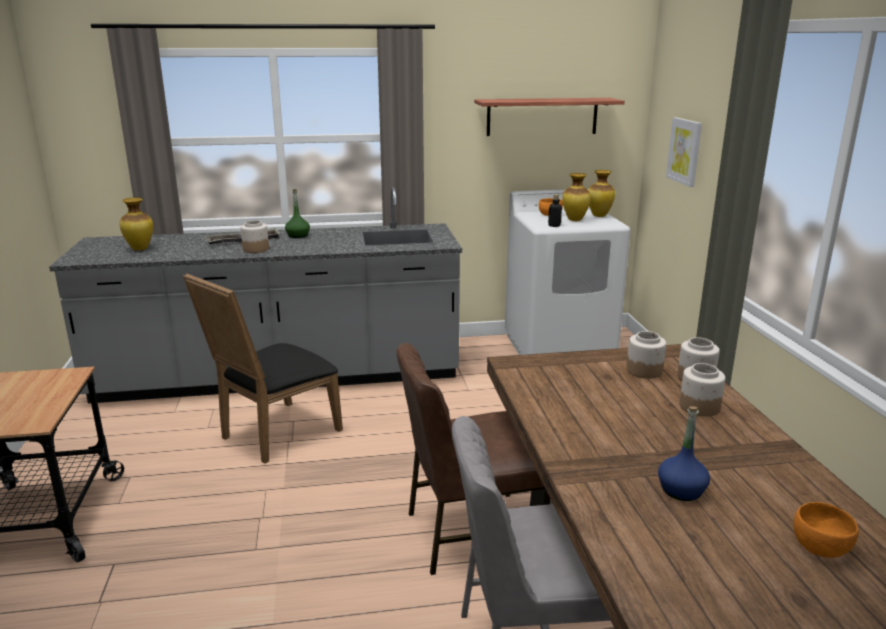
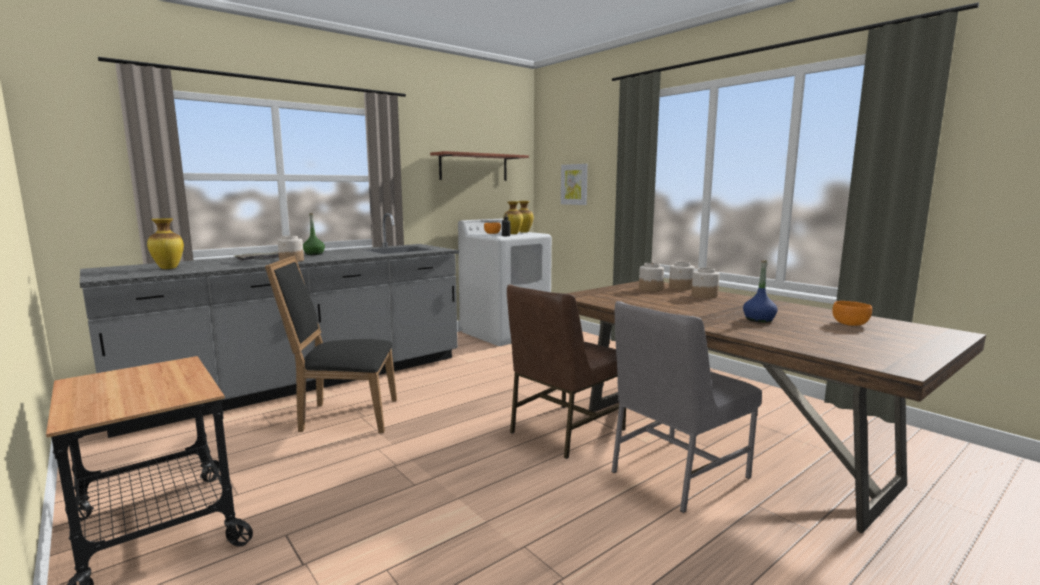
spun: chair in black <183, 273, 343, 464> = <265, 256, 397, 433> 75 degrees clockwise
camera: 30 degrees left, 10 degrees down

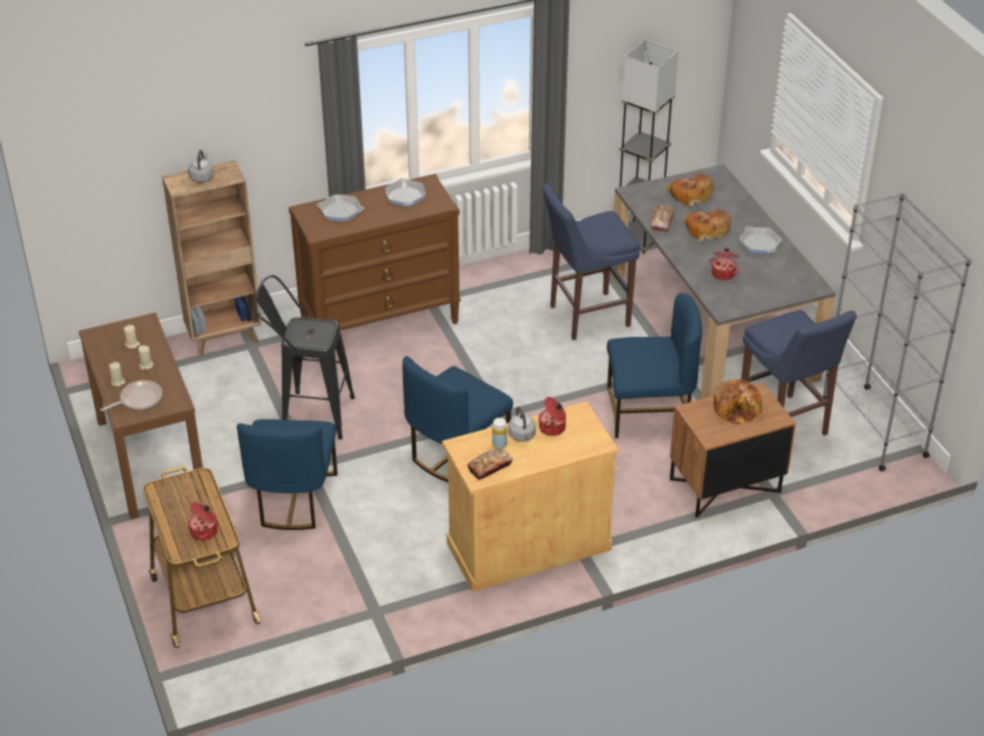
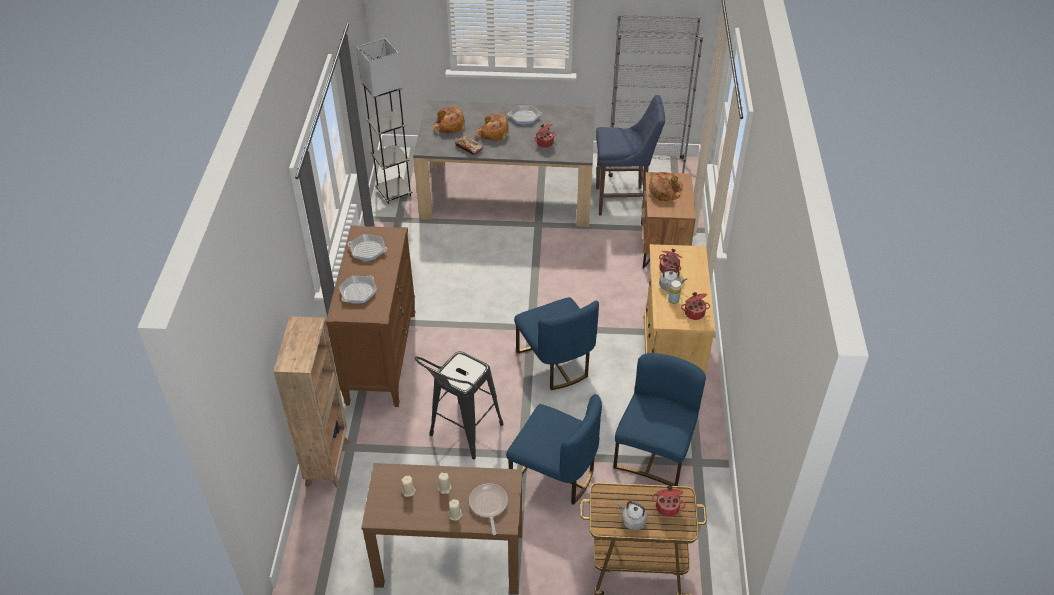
missing: stool in blue <542, 183, 640, 340>
relocated: kettle in grey <188, 150, 214, 183> to <618, 501, 647, 530>; chair in blue <607, 293, 702, 438> to <613, 353, 706, 486>
exchanged: bread <467, 448, 513, 480> to cooking pot <681, 292, 710, 320>
camera: 65 degrees left, 5 degrees up

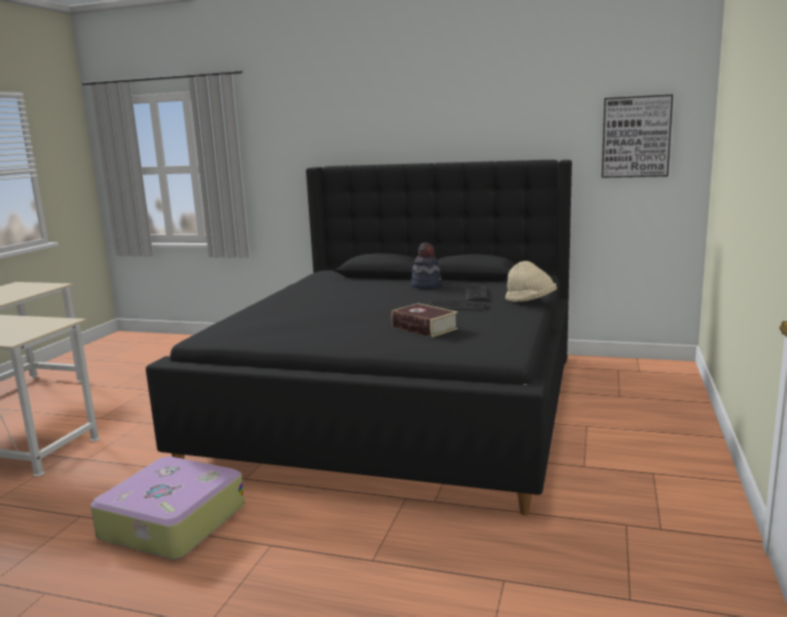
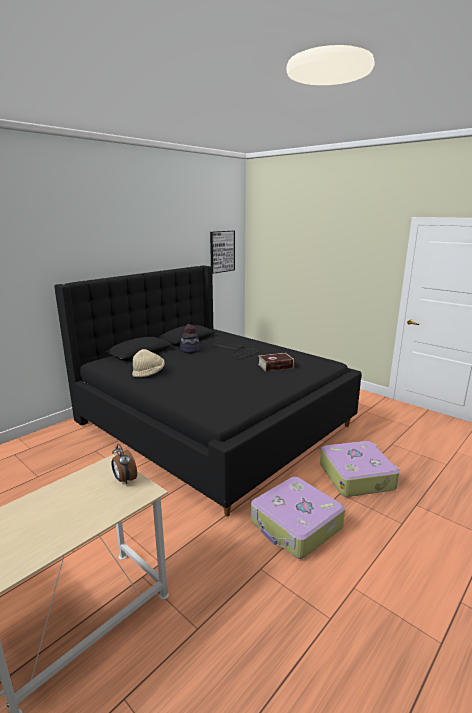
appeared: alarm clock <111, 444, 137, 484>; suitcase <320, 441, 399, 497>
relocated: hat in beige <505, 261, 557, 302> to <132, 349, 165, 377>
camera: 65 degrees left, 5 degrees up

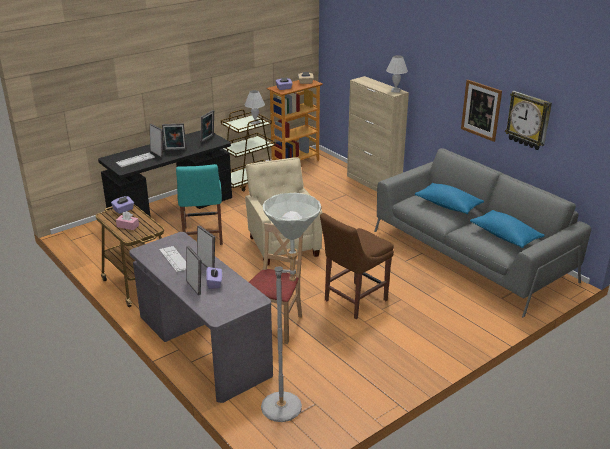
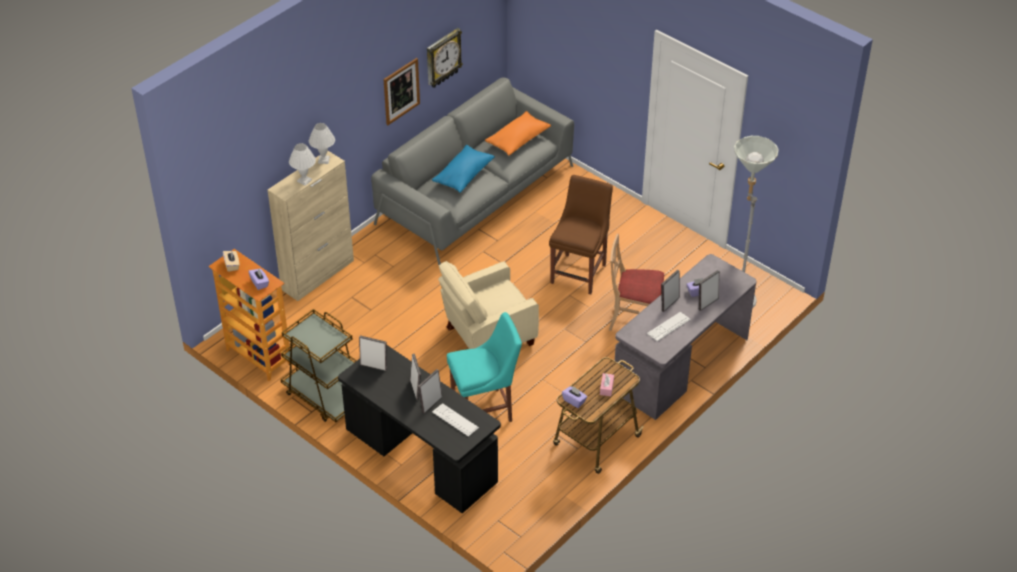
relocated: table lamp in white <245, 90, 265, 125> to <289, 143, 316, 186>
colour: pillow in blue <470, 210, 545, 248> to pillow in orange <485, 111, 551, 156>
spun: chair in brown <320, 213, 394, 319> = <549, 175, 613, 294> 105 degrees counterclockwise
camera: 100 degrees left, 15 degrees up

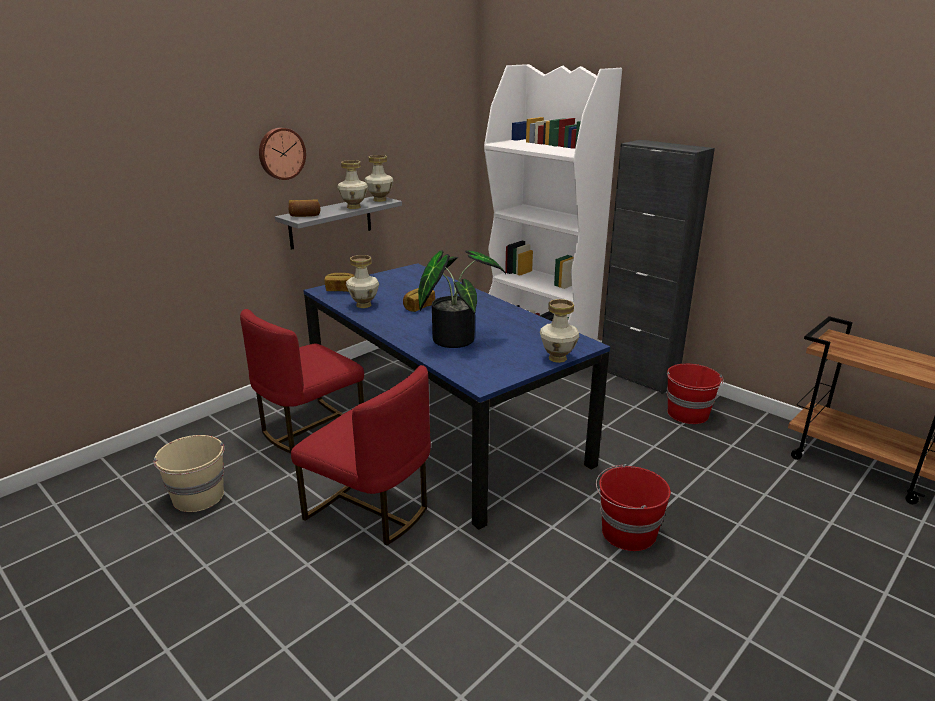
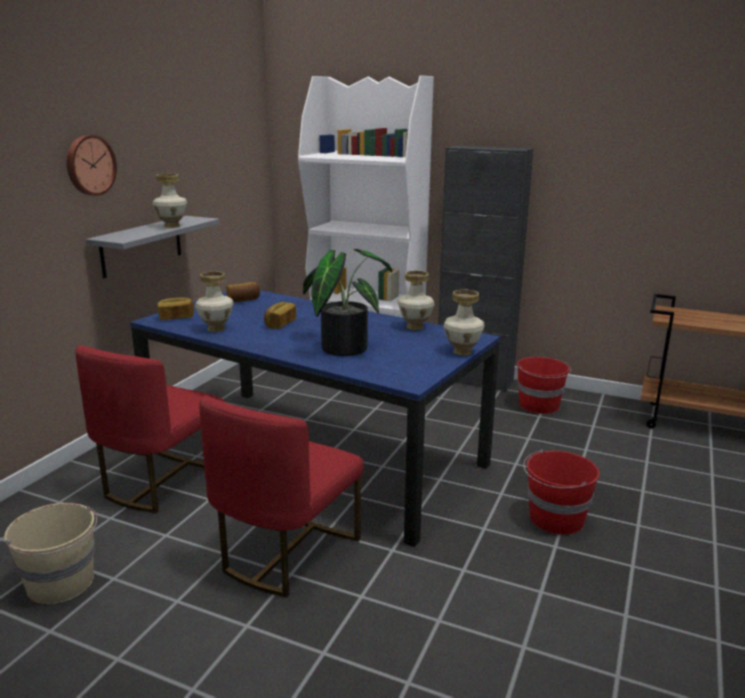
relocated: bread <289, 199, 320, 217> to <226, 282, 260, 302>; vase <365, 155, 393, 202> to <398, 270, 434, 330>
spun: chair in red <291, 365, 431, 545> = <200, 395, 364, 597> 105 degrees clockwise
camera: 20 degrees left, 5 degrees down

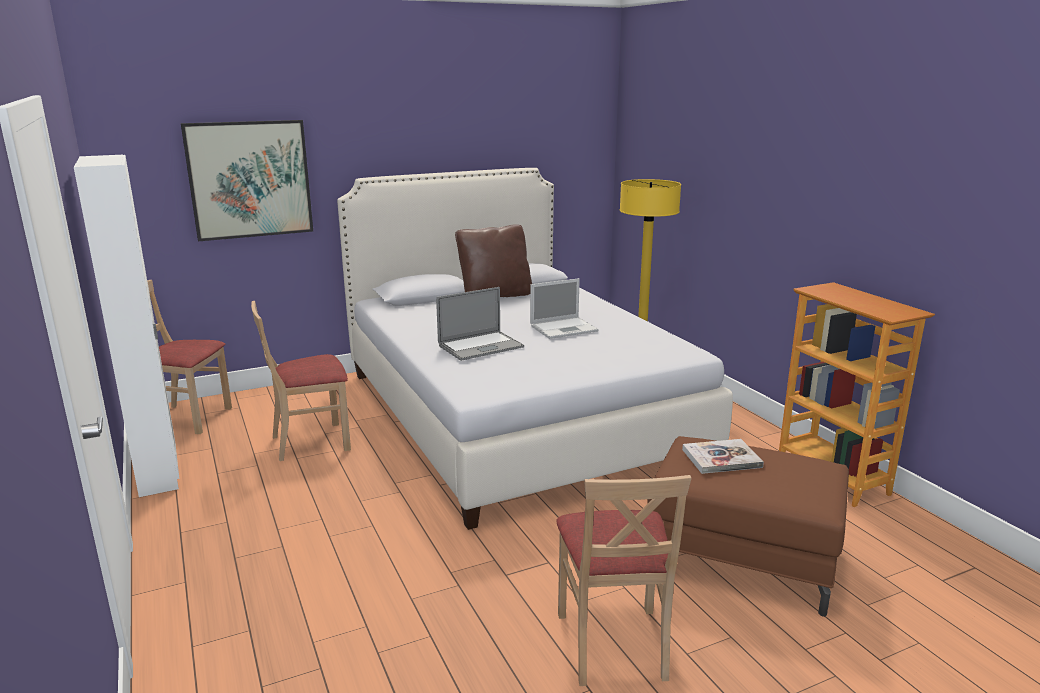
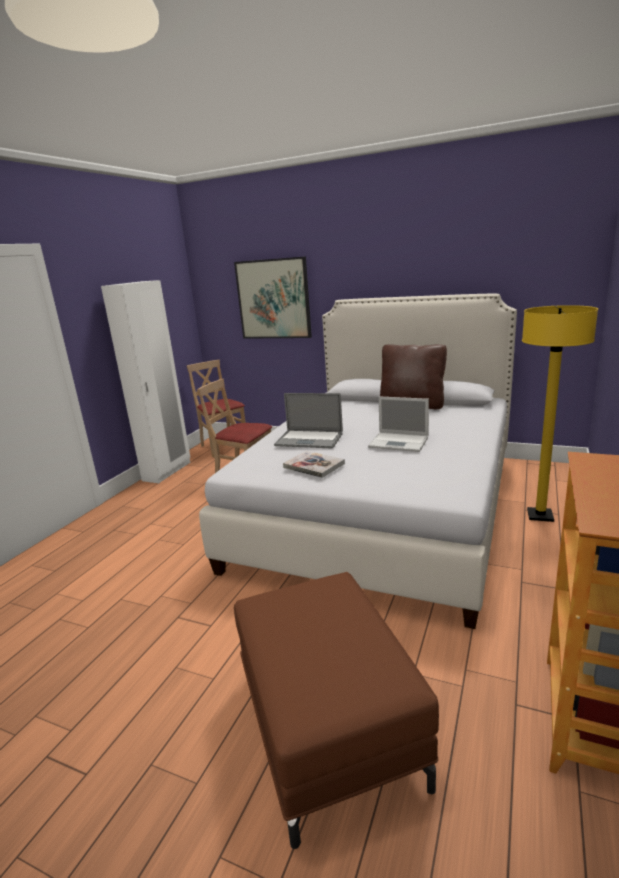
missing: chair in beige <556, 475, 691, 686>
relocated: book <682, 439, 764, 474> to <283, 451, 345, 478>
camera: 50 degrees right, 0 degrees up

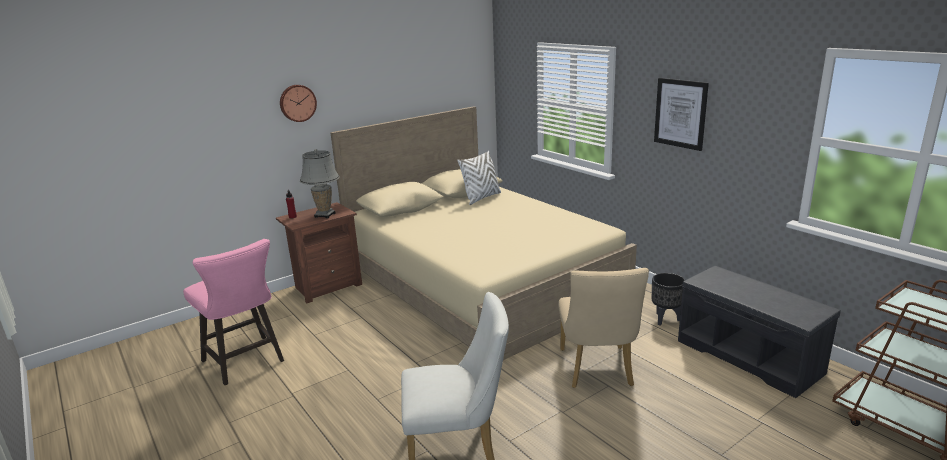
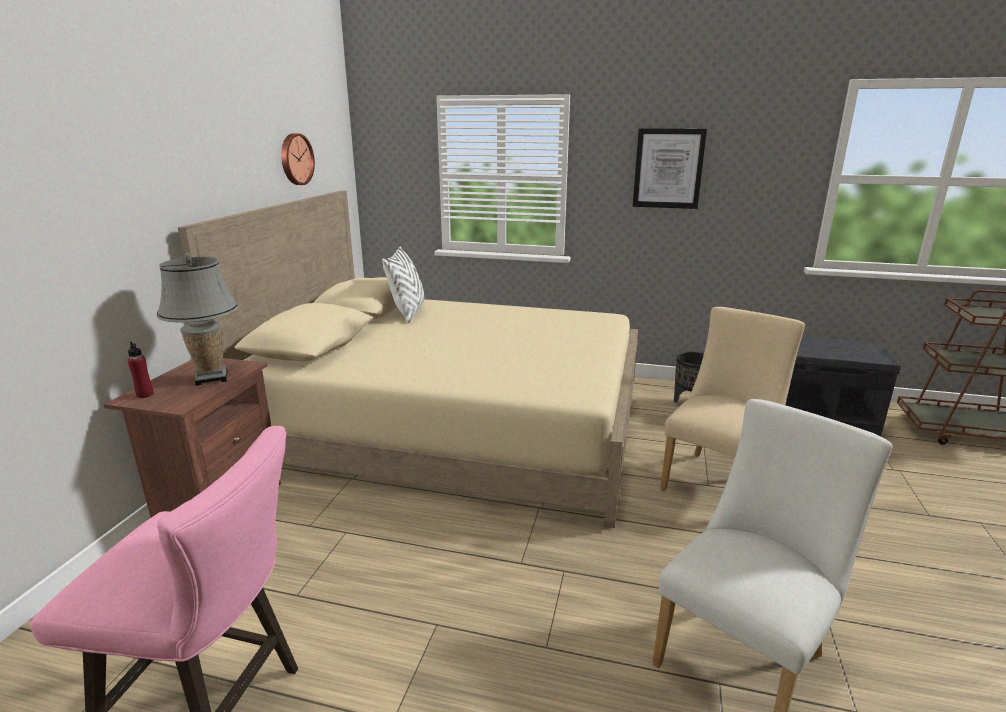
relocated: wall clock <280, 85, 317, 122> to <281, 133, 315, 185>
spun: chair in beige <558, 268, 649, 388> = <660, 307, 805, 491> 105 degrees counterclockwise
camera: 40 degrees left, 0 degrees up

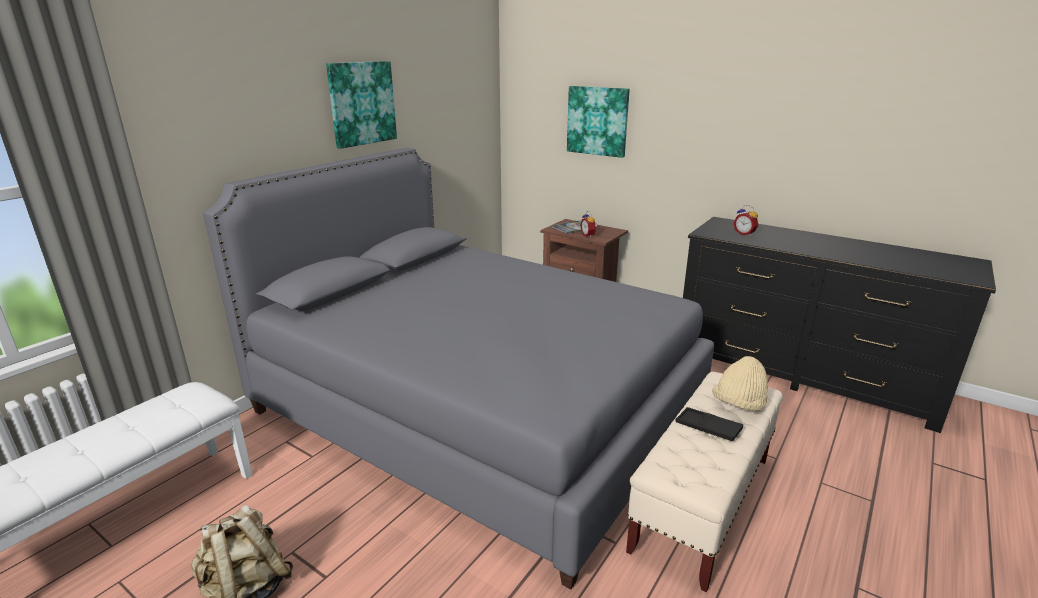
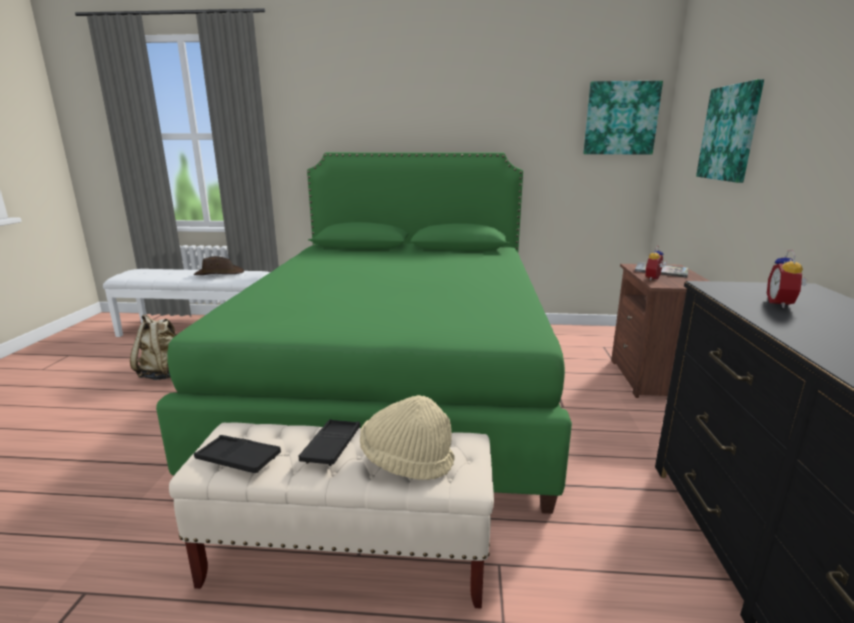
appeared: hat in brown <194, 256, 244, 275>; tray in black <194, 435, 281, 473>
relocated: picture <326, 61, 397, 149> to <583, 81, 663, 154>
colour: bed in grey <203, 148, 714, 590> to bed in green <156, 152, 572, 514>
camera: 60 degrees right, 5 degrees down

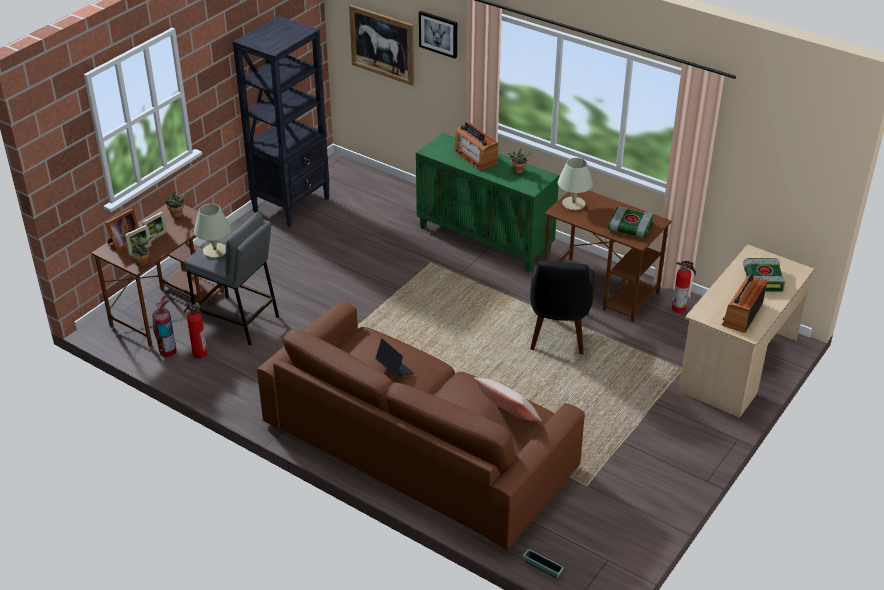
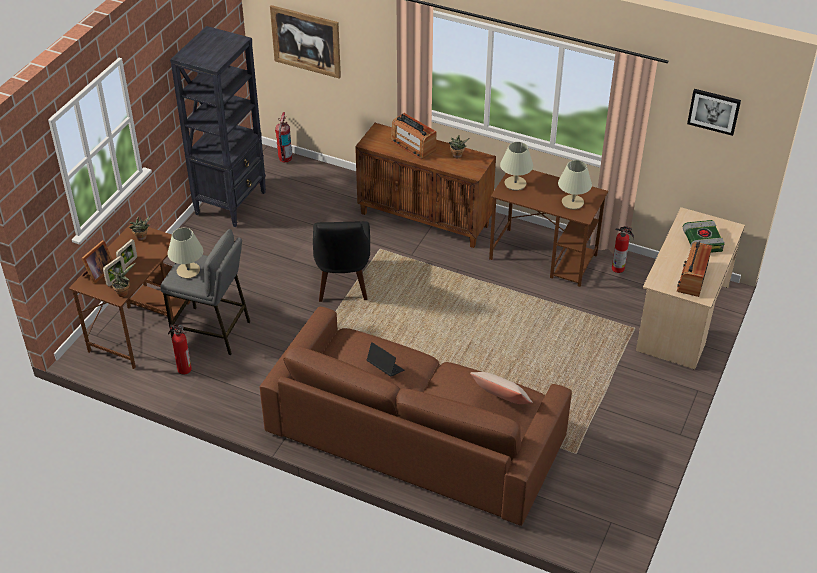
missing: planter <523, 549, 564, 579>
relocated: fire extinguisher <152, 296, 176, 357> to <275, 112, 292, 162>; picture <419, 11, 457, 59> to <687, 89, 741, 136>; chair in black <530, 261, 595, 354> to <313, 221, 370, 302>
exchanged: book <608, 206, 654, 238> to table lamp in beige <558, 160, 592, 210>
colour: cabinet in green <416, 133, 559, 272> to cabinet in brown <355, 123, 496, 248>
camera: 10 degrees left, 5 degrees up

